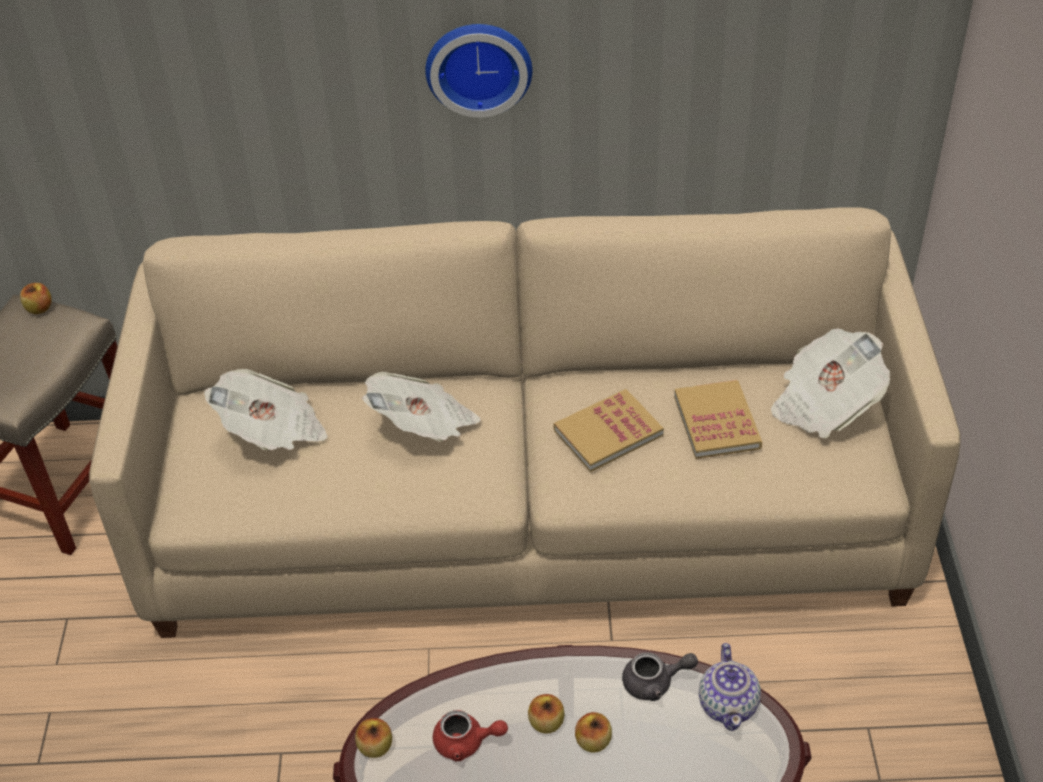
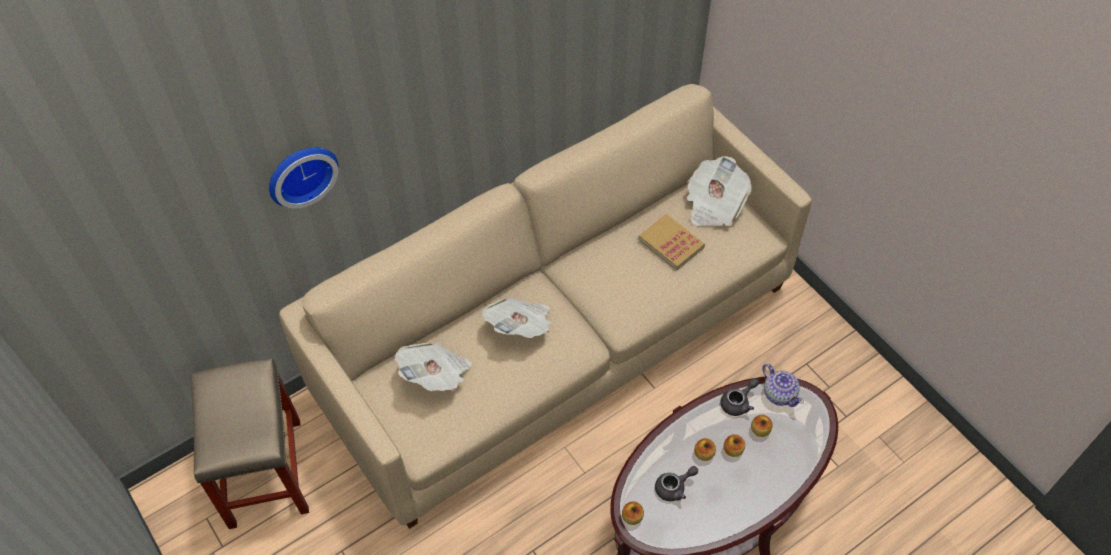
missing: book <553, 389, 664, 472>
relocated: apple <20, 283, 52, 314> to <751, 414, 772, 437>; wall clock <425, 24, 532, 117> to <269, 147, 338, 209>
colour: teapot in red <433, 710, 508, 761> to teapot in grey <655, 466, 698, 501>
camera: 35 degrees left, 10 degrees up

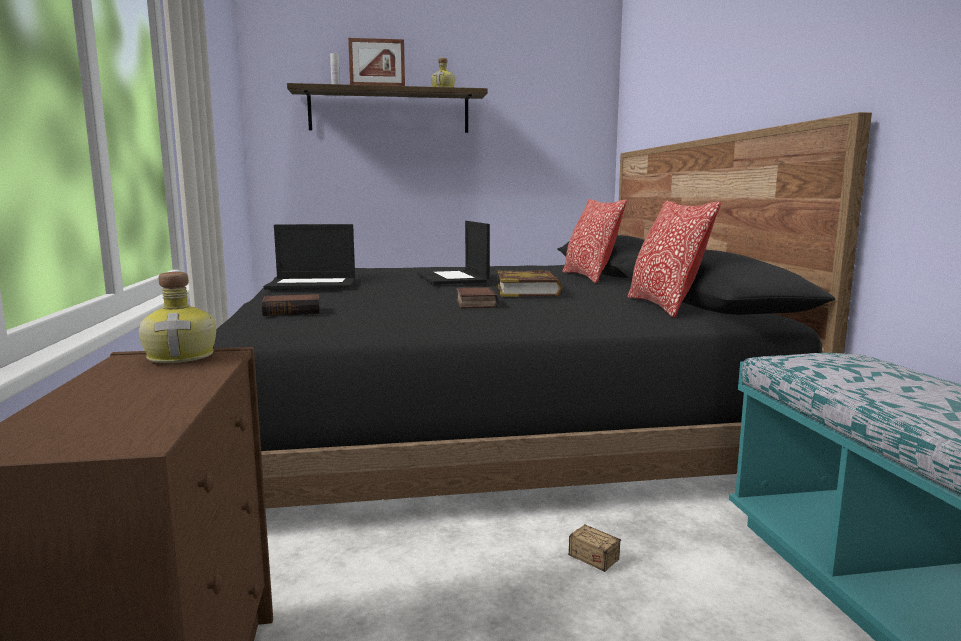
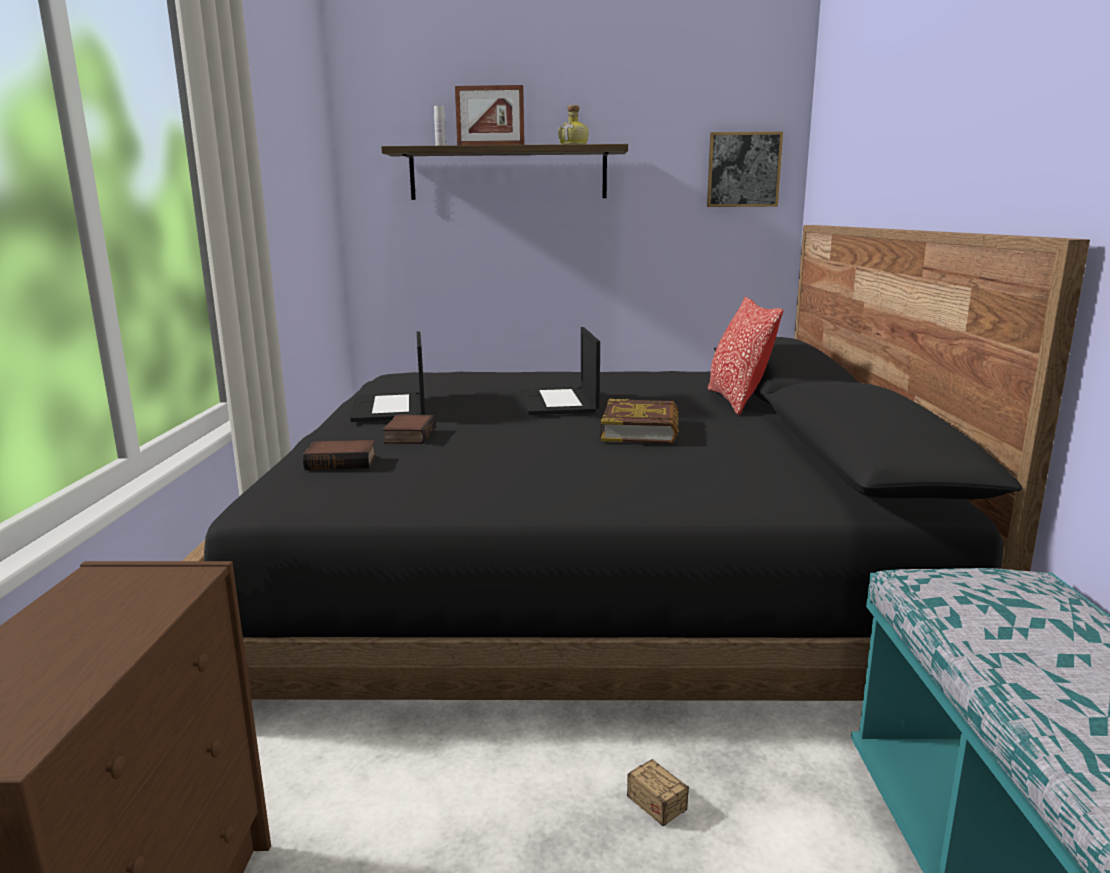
missing: bottle <139, 272, 216, 363>; pillow <627, 201, 721, 318>
appeared: picture <707, 132, 783, 207>
relocated: book <456, 287, 498, 308> to <382, 415, 436, 444>
spun: laptop <263, 224, 356, 290> = <350, 332, 425, 422> 75 degrees clockwise
camera: 10 degrees right, 5 degrees up

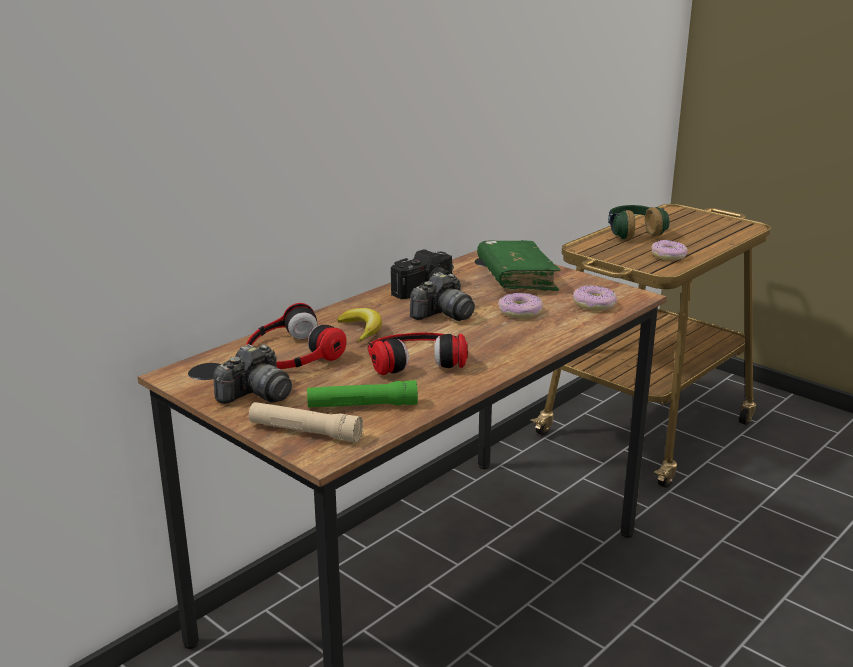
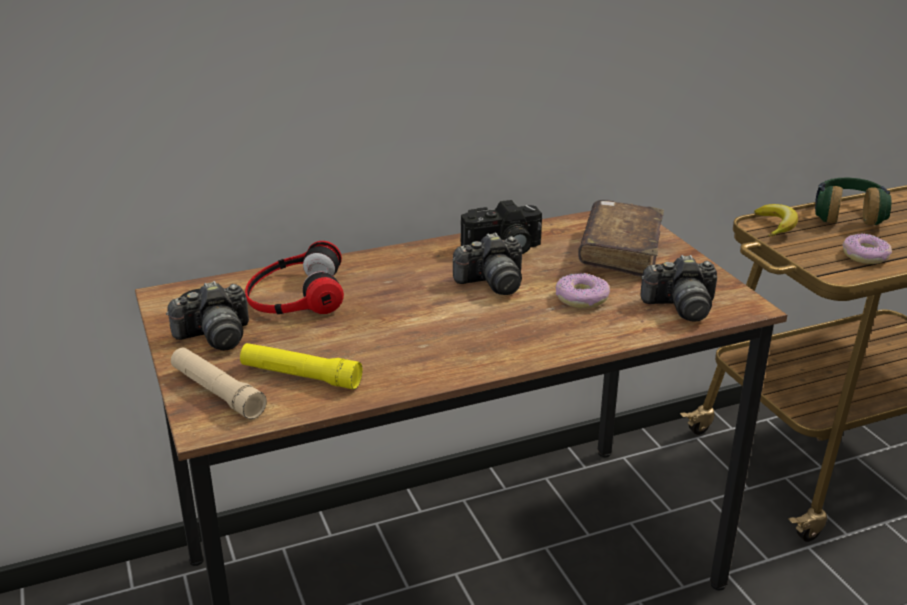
missing: headphones <368, 333, 468, 375>
relocated: banana <337, 308, 382, 343> to <754, 204, 798, 237>
exchanged: donut <573, 285, 617, 311> to photo camera <641, 255, 717, 322>
colour: flashlight in green <307, 380, 418, 408> to flashlight in yellow <240, 343, 362, 389>; book in green <477, 240, 561, 291> to book in brown <578, 200, 664, 277>
camera: 25 degrees right, 5 degrees up

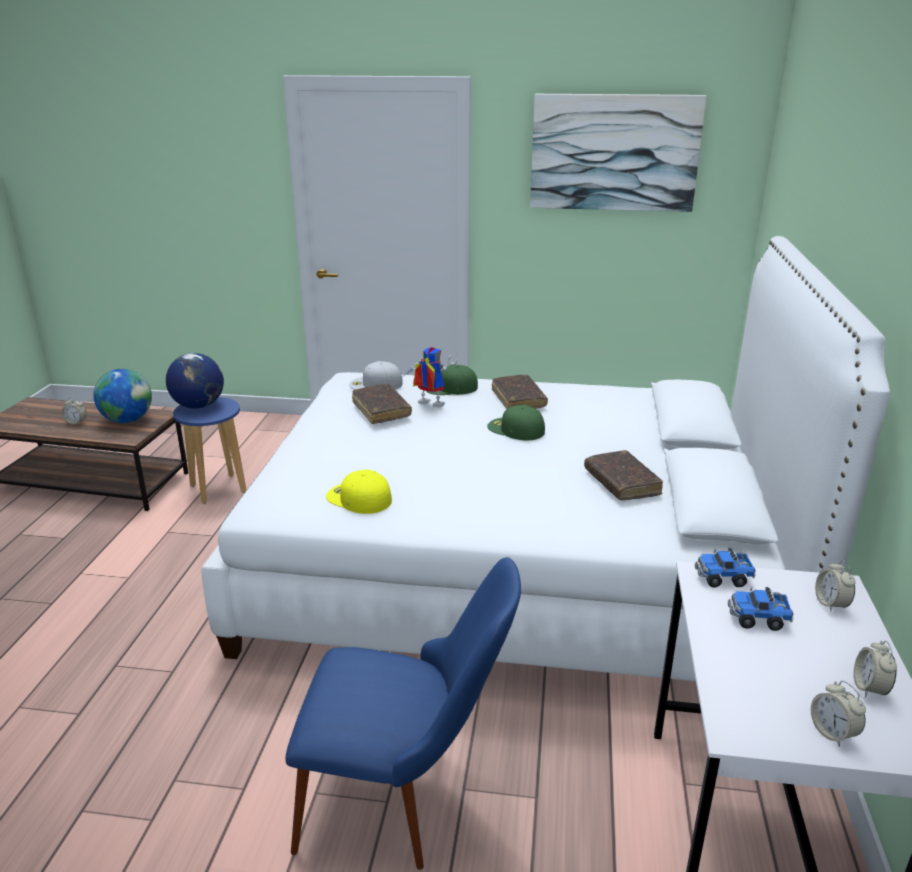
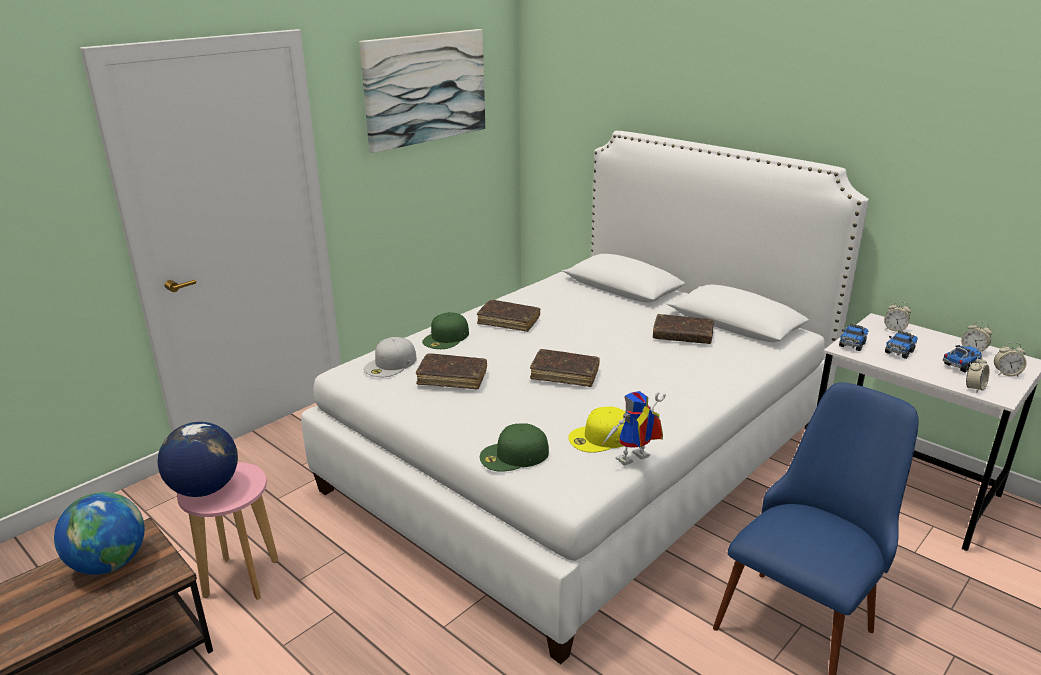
appeared: book in brown <530, 349, 600, 387>; toy truck <943, 345, 982, 372>
relocated: alarm clock <62, 397, 86, 425> to <966, 355, 990, 393>; toy robot <402, 347, 457, 408> to <601, 391, 666, 466>; cap in green <487, 405, 545, 440> to <480, 423, 549, 472>
colour: stool in blue <173, 397, 247, 504> to stool in pink <177, 462, 279, 600>
camera: 55 degrees left, 0 degrees up

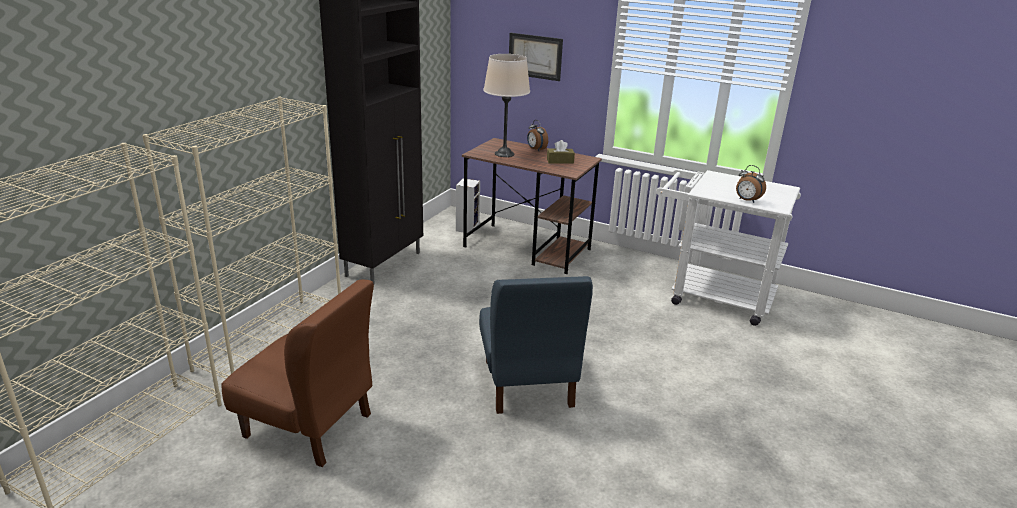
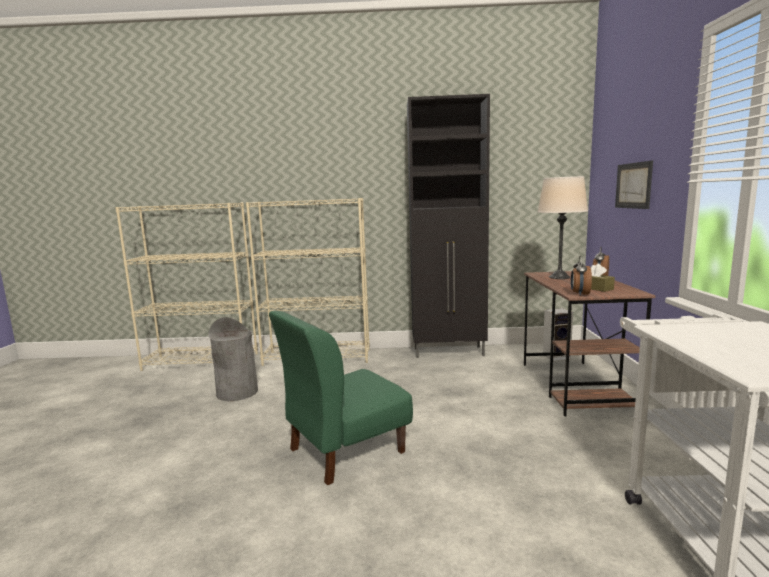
relocated: alarm clock <736, 165, 766, 203> to <571, 256, 592, 296>
exchanged: chair in brown <221, 279, 374, 467> to trash can in grey <208, 317, 258, 401>
colour: chair in blue <479, 276, 593, 414> to chair in green <269, 311, 413, 485>
camera: 65 degrees right, 15 degrees down

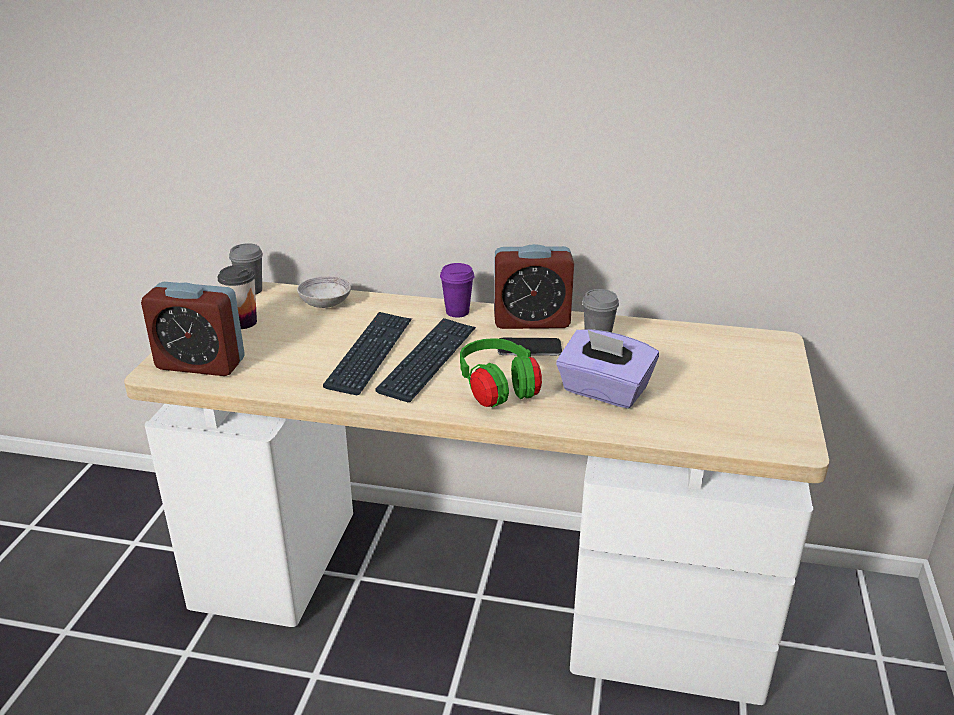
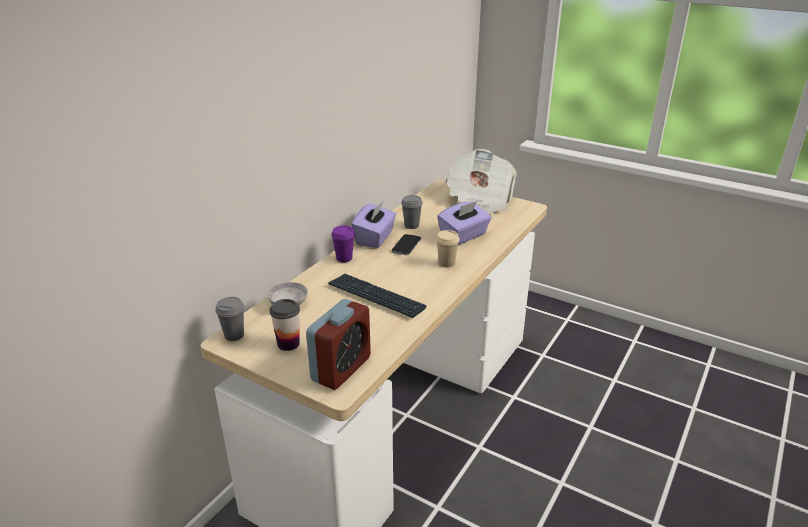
missing: keyboard <375, 318, 476, 402>
appeared: newspaper <446, 149, 517, 213>
exchanged: headphones in green <460, 338, 542, 408> to cup in beige <436, 230, 460, 268>; alarm clock <494, 244, 574, 329> to tissue box in purple <351, 202, 396, 248>
camera: 70 degrees left, 0 degrees up

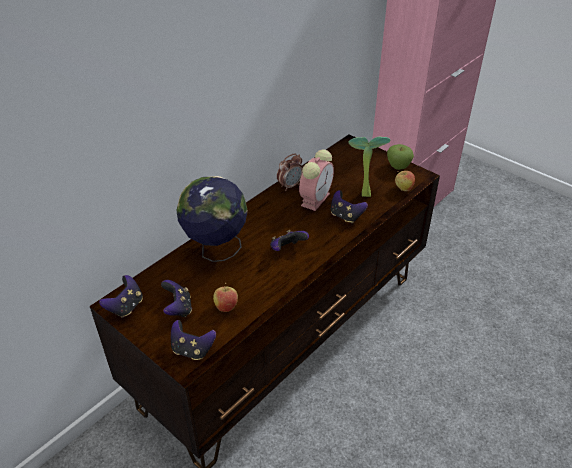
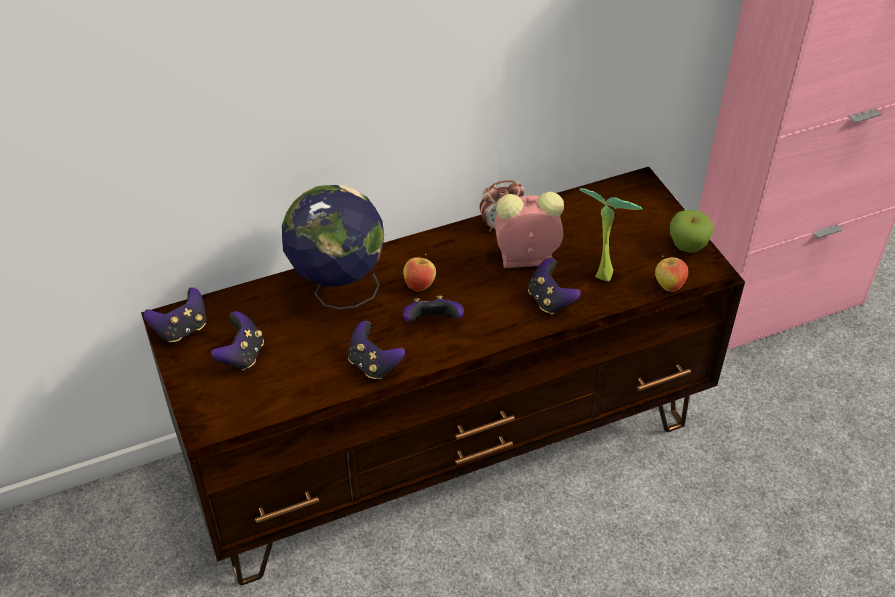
relocated: game controller <171, 320, 216, 360> to <347, 321, 405, 380>; apple <213, 283, 238, 312> to <403, 254, 436, 292>
spun: alarm clock <299, 149, 334, 211> = <495, 192, 564, 268> 150 degrees counterclockwise
camera: 25 degrees right, 5 degrees up

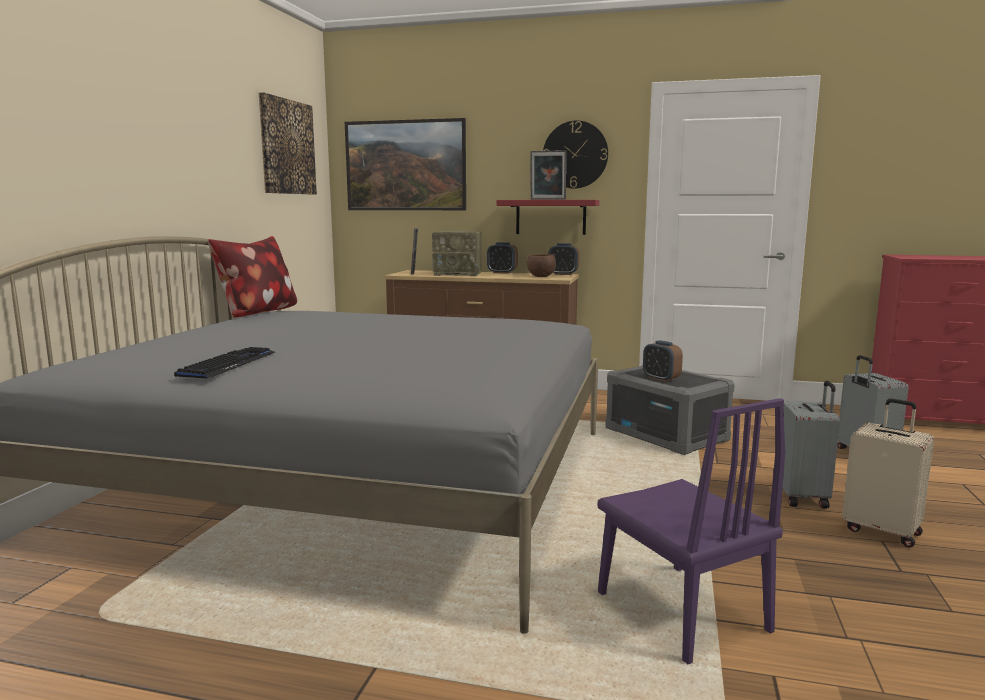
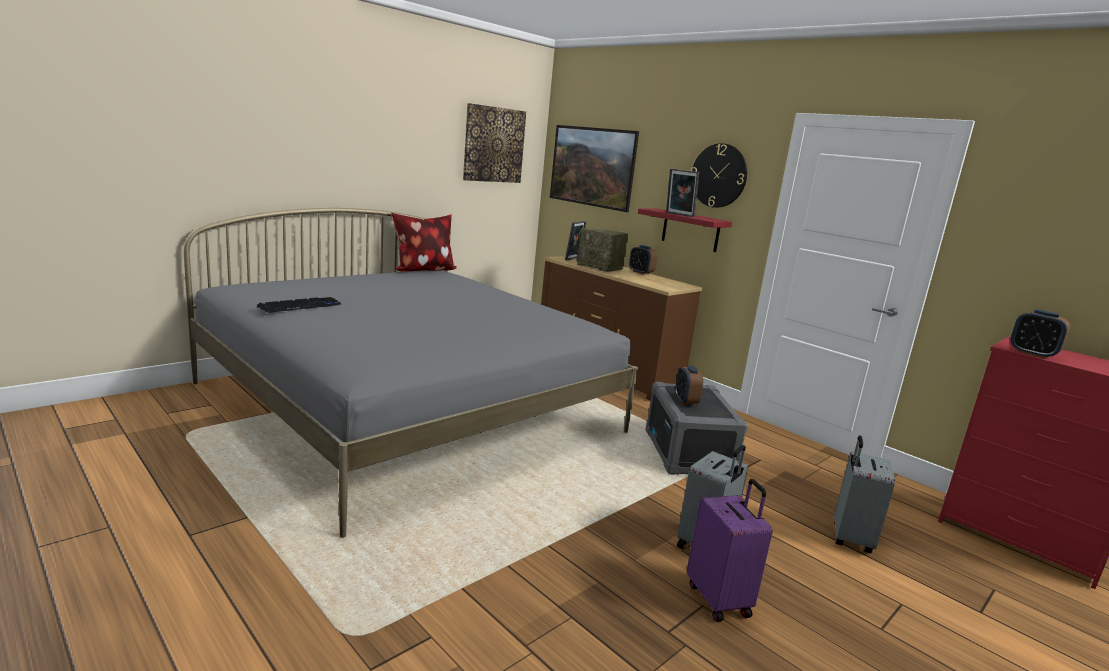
missing: bowl in brown <527, 254, 556, 277>; chair in purple <598, 398, 785, 664>
relocated: alarm clock <548, 243, 579, 275> to <1010, 309, 1071, 359>
colour: suitcase in beige <842, 398, 934, 548> to suitcase in purple <687, 479, 772, 622>
camera: 30 degrees right, 5 degrees up

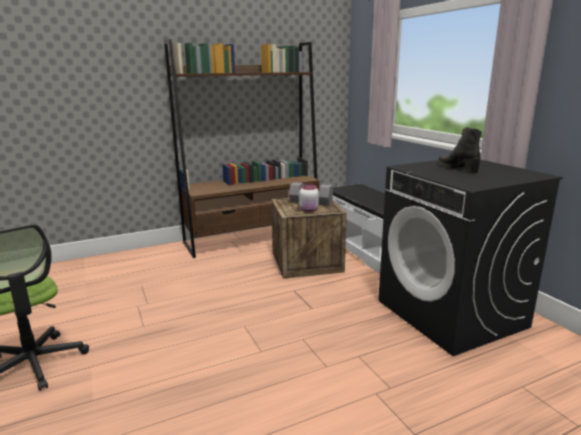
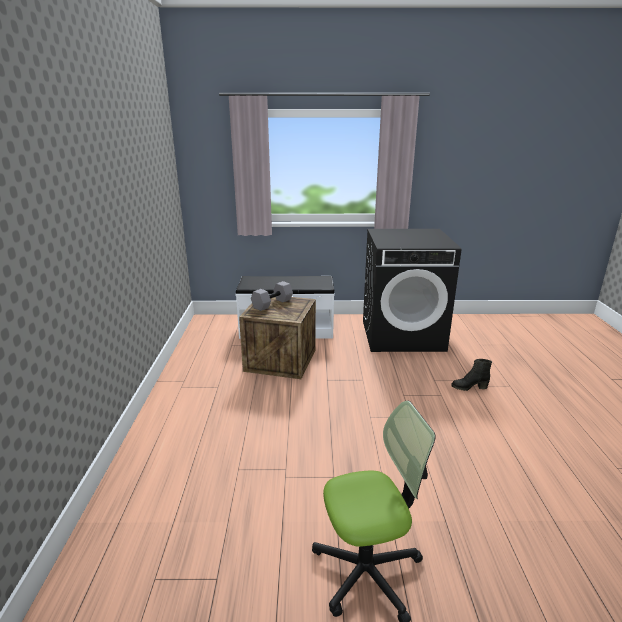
missing: bookcase in brown <164, 39, 319, 258>; jar in white <299, 184, 319, 212>
relocated: boot in black <438, 127, 482, 173> to <451, 359, 492, 391>
camera: 65 degrees left, 5 degrees up

